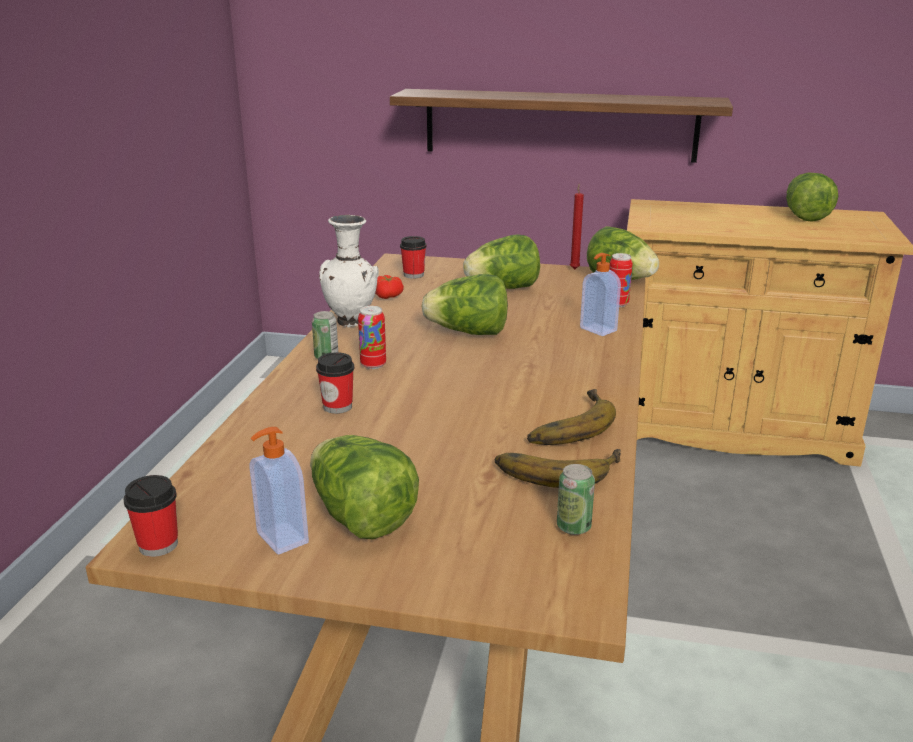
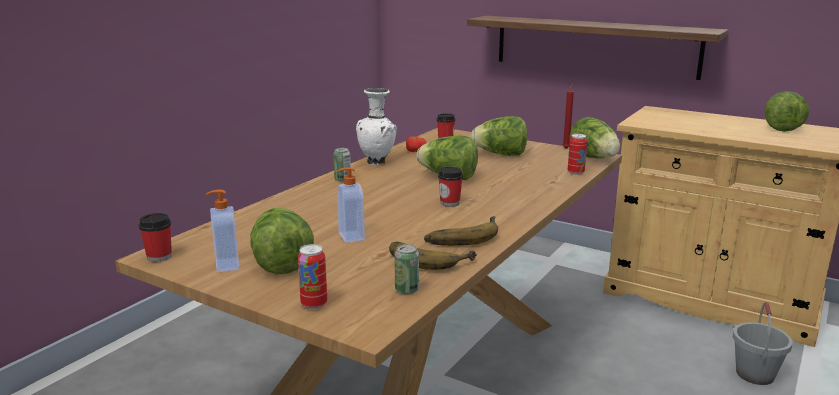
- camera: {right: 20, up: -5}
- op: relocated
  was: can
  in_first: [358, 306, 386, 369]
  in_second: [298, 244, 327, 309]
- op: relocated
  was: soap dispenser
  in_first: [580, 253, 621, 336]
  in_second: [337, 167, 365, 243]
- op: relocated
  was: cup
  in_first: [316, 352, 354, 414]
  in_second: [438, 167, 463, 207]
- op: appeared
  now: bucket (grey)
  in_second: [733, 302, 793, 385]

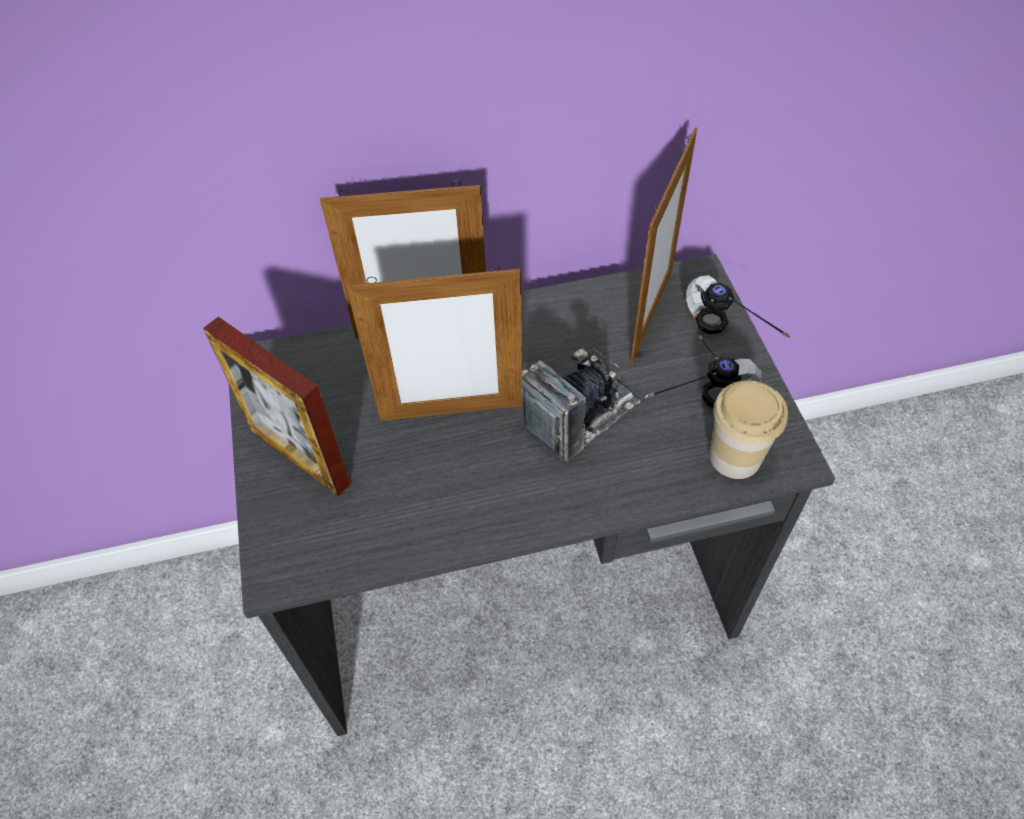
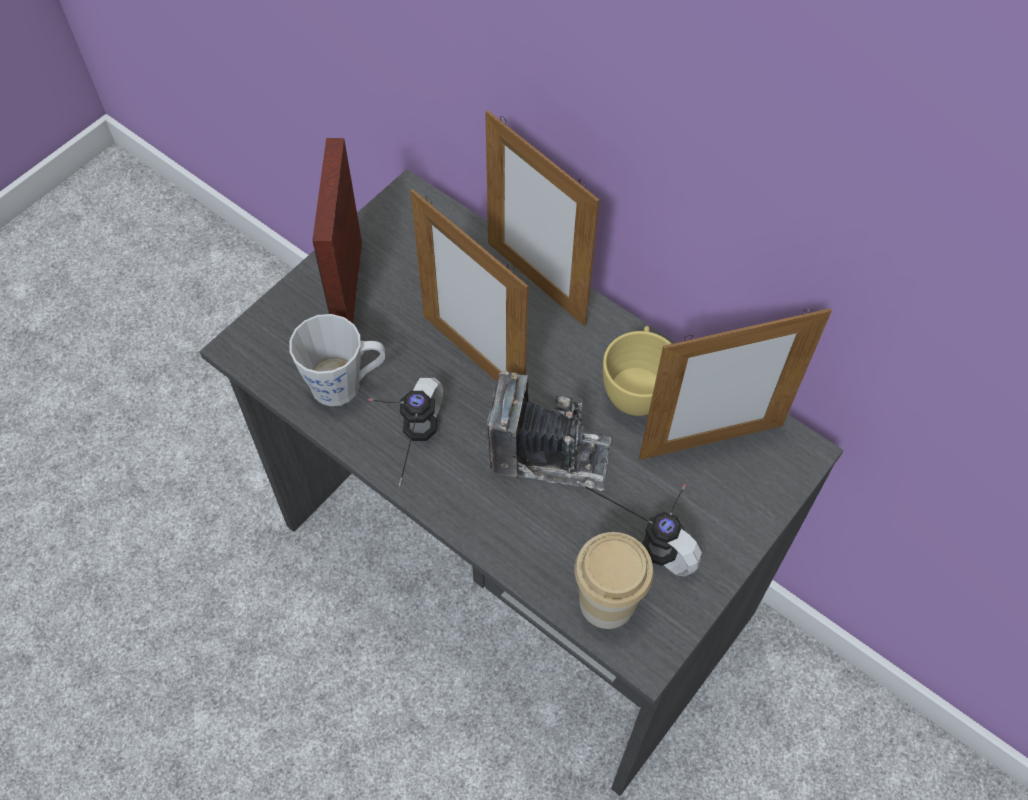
- camera: {right: 50, up: 5}
- op: appeared
  now: mug (grey)
  in_second: [289, 314, 385, 406]
- op: relocated
  was: headphones
  in_first: [686, 275, 791, 338]
  in_second: [368, 377, 443, 488]
- op: appeared
  now: cup (yellow)
  in_second: [603, 326, 671, 416]

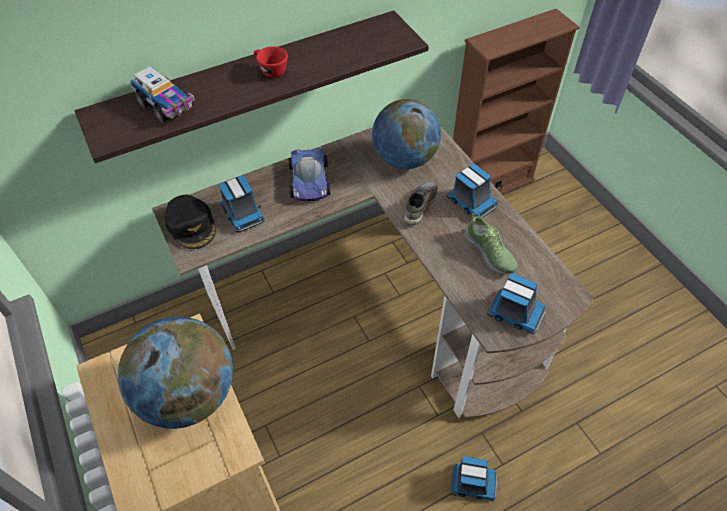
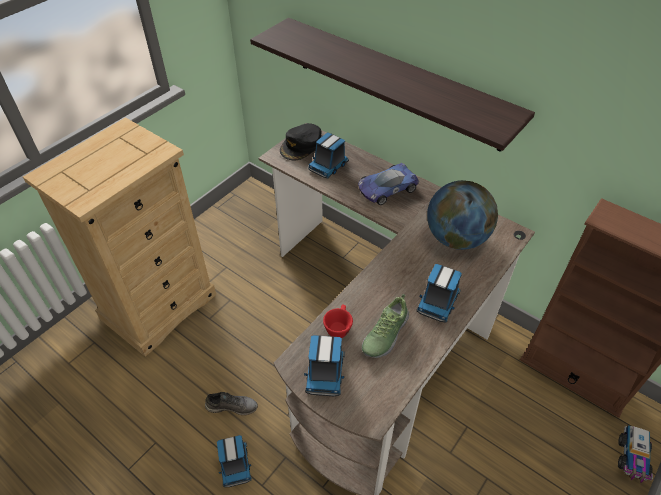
- camera: {right: 65, up: -5}
- op: relocated
  was: shoe (grey)
  in_first: [404, 181, 438, 225]
  in_second: [205, 392, 258, 415]
- op: relocated
  was: cup (red)
  in_first: [254, 46, 288, 78]
  in_second: [323, 305, 353, 338]
- op: relocated
  was: toy truck
  in_first: [131, 66, 195, 123]
  in_second: [618, 425, 653, 484]
- op: missing
  was: globe
  in_first: [118, 316, 233, 429]

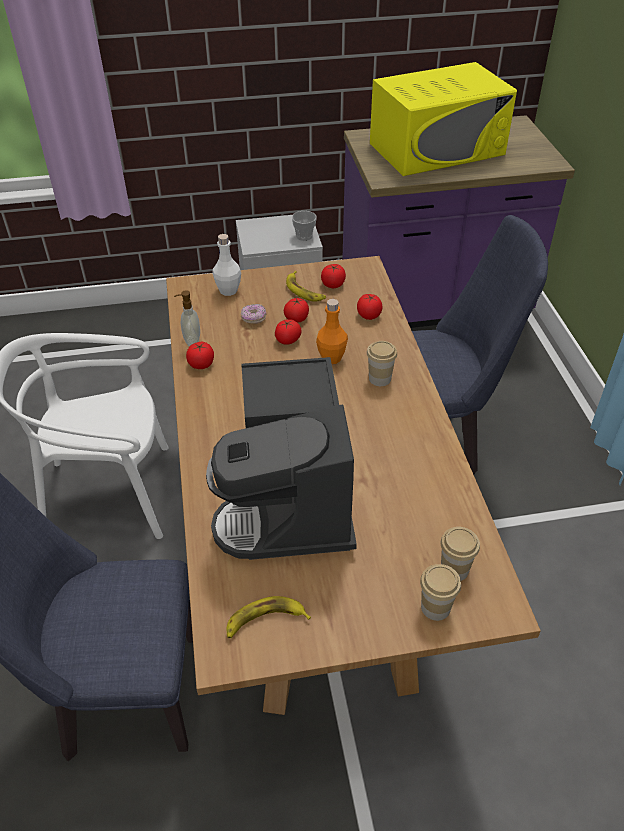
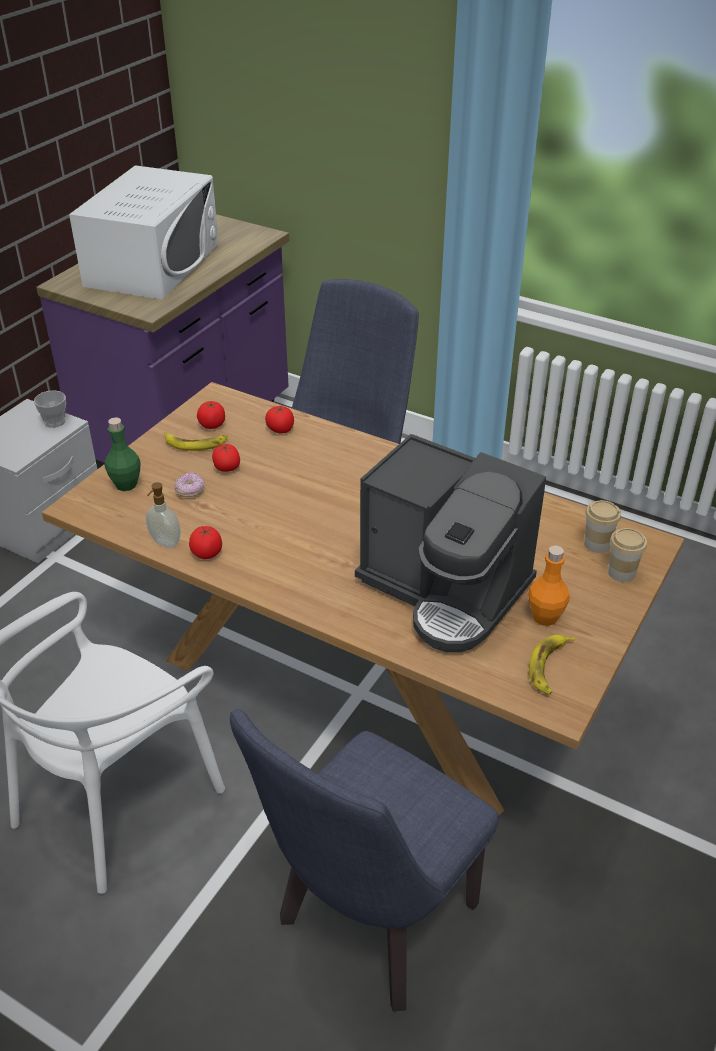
- camera: {right: -50, up: -5}
- op: colour
  was: microwave (yellow)
  now: microwave (white)
  in_first: [370, 62, 517, 176]
  in_second: [69, 165, 219, 300]
- op: colour
  was: bottle (white)
  now: bottle (green)
  in_first: [212, 234, 241, 296]
  in_second: [104, 417, 141, 491]
- op: relocated
  was: bottle (orange)
  in_first: [316, 299, 348, 364]
  in_second: [528, 545, 570, 626]
- op: missing
  was: tomato
  in_first: [275, 319, 301, 345]
- op: missing
  was: cup
  in_first: [367, 341, 397, 386]

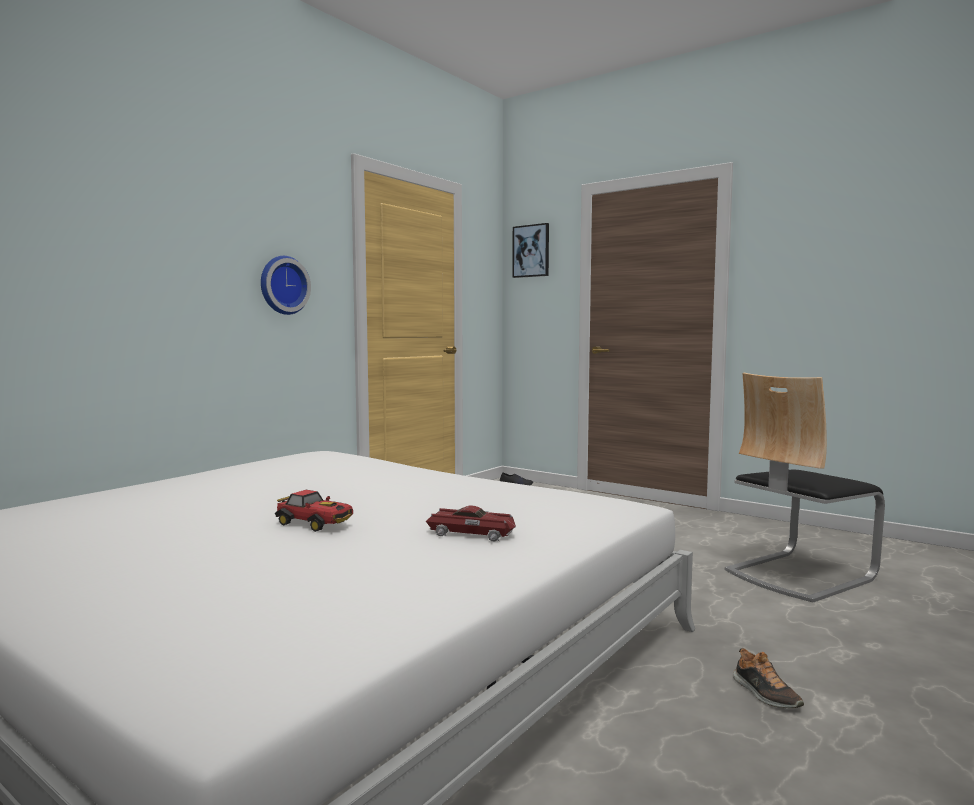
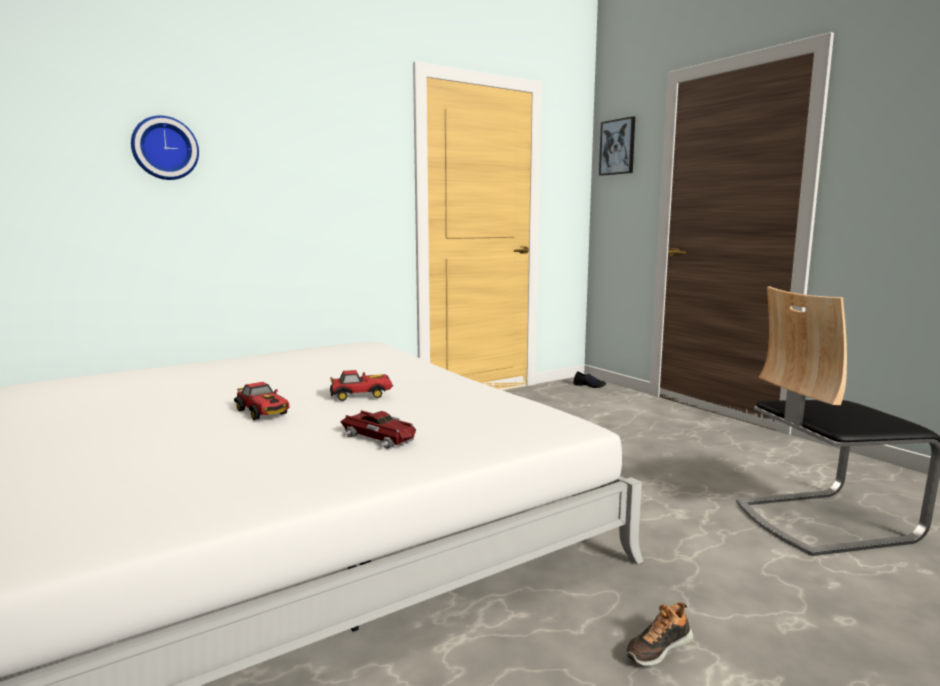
- camera: {right: 20, up: 5}
- op: relocated
  was: wall clock
  in_first: [261, 256, 311, 315]
  in_second: [131, 115, 199, 180]
- op: appeared
  now: toy car
  in_second: [330, 370, 393, 401]
- op: spun
  was: shoe
  in_first: [733, 648, 804, 708]
  in_second: [626, 602, 693, 666]
  clockwise: 60

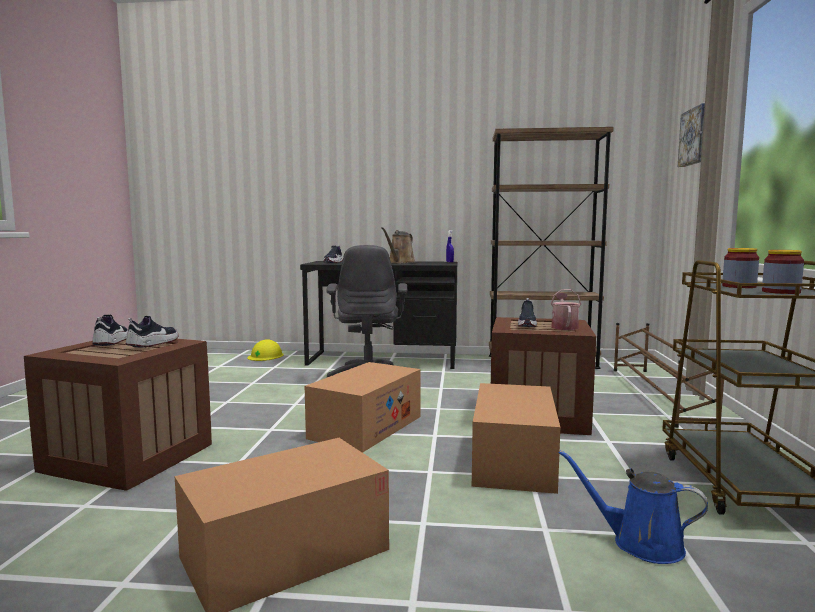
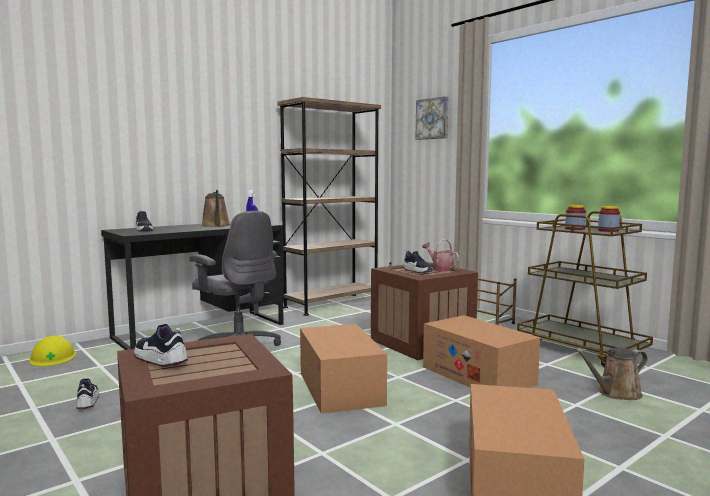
- camera: {right: -45, up: 0}
- op: relocated
  was: shoe
  in_first: [125, 316, 179, 348]
  in_second: [76, 378, 99, 409]
- op: colour
  was: watering can (blue)
  now: watering can (brown)
  in_first: [559, 450, 708, 564]
  in_second: [575, 347, 648, 400]

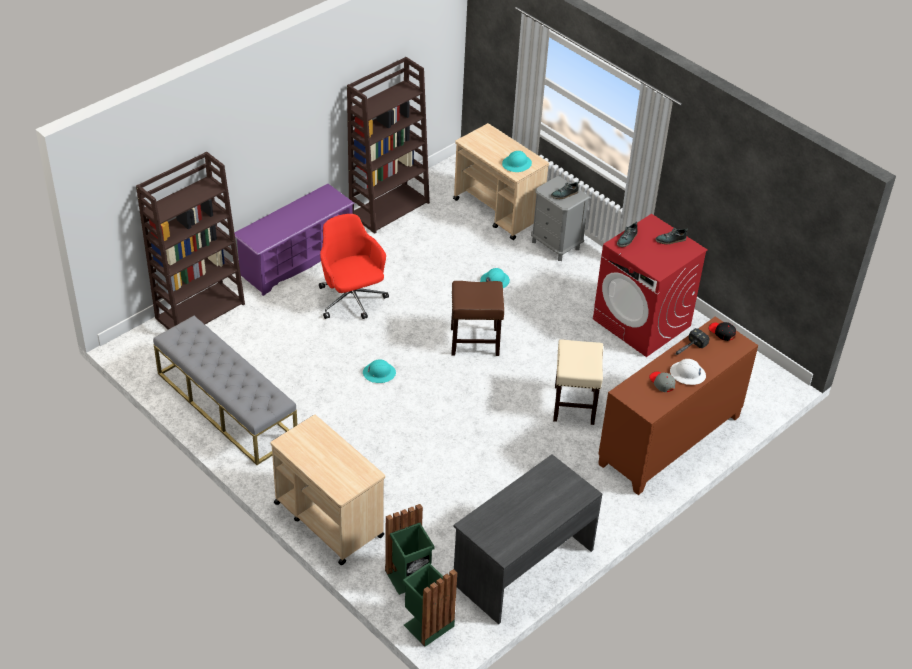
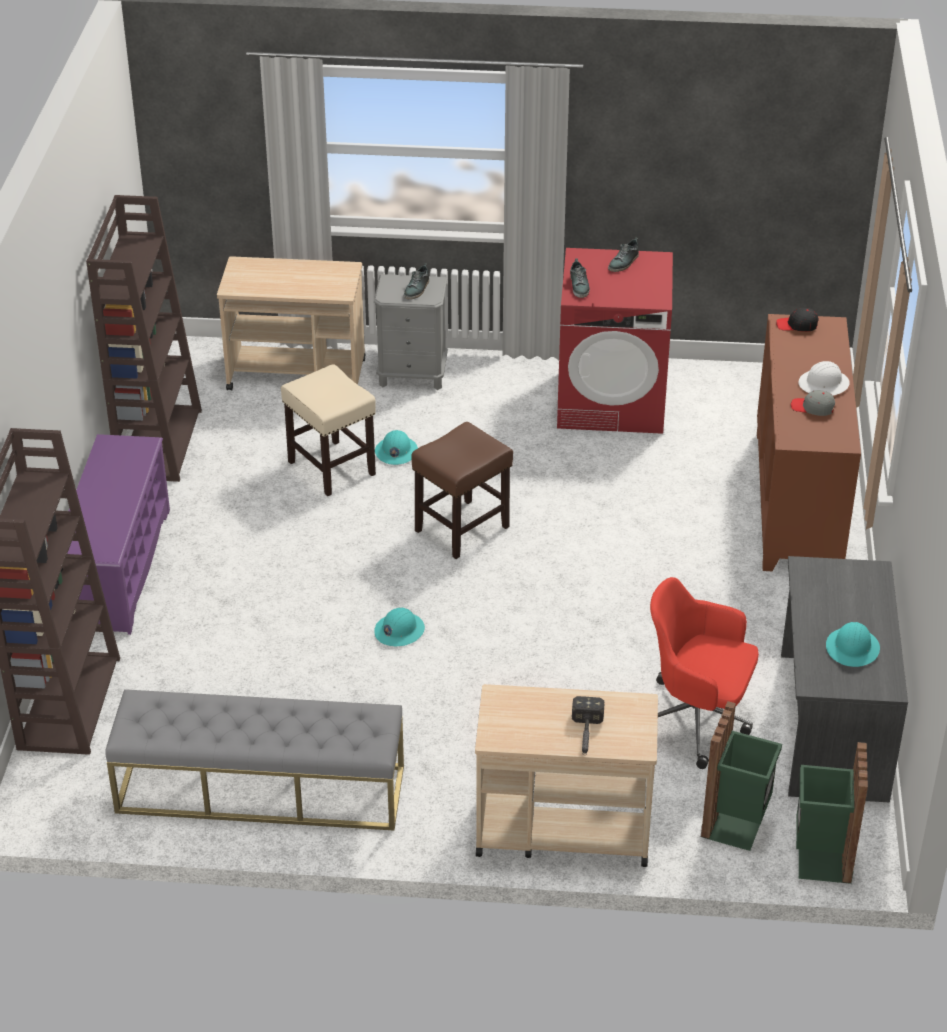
- camera: {right: -40, up: -5}
- op: relocated
  was: stool (beige)
  in_first: [553, 340, 603, 425]
  in_second: [281, 364, 376, 496]
- op: relocated
  was: hammer
  in_first: [675, 328, 710, 355]
  in_second: [572, 696, 605, 755]
- op: relocated
  was: office chair (red)
  in_first: [319, 214, 389, 319]
  in_second: [650, 577, 759, 769]
- op: relocated
  was: hard hat (turquoise)
  in_first: [502, 151, 532, 172]
  in_second: [826, 622, 880, 667]

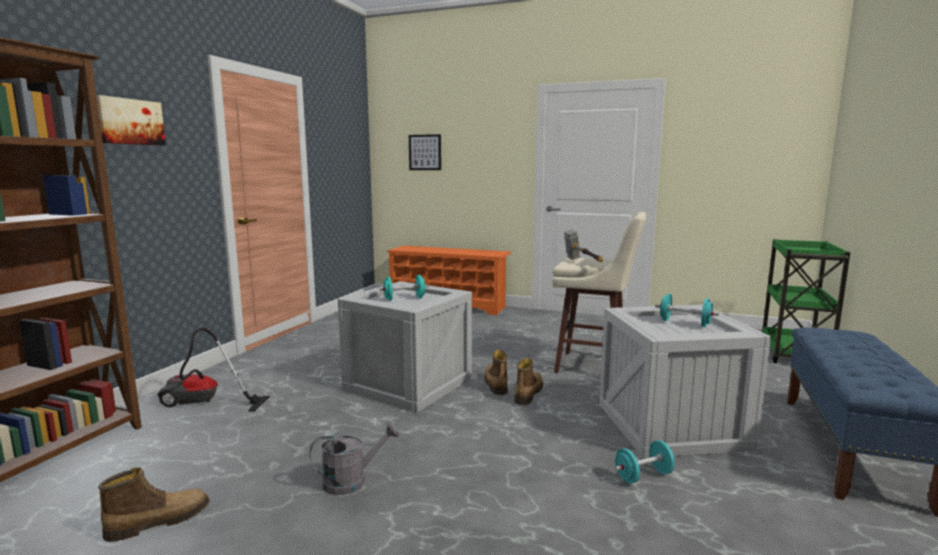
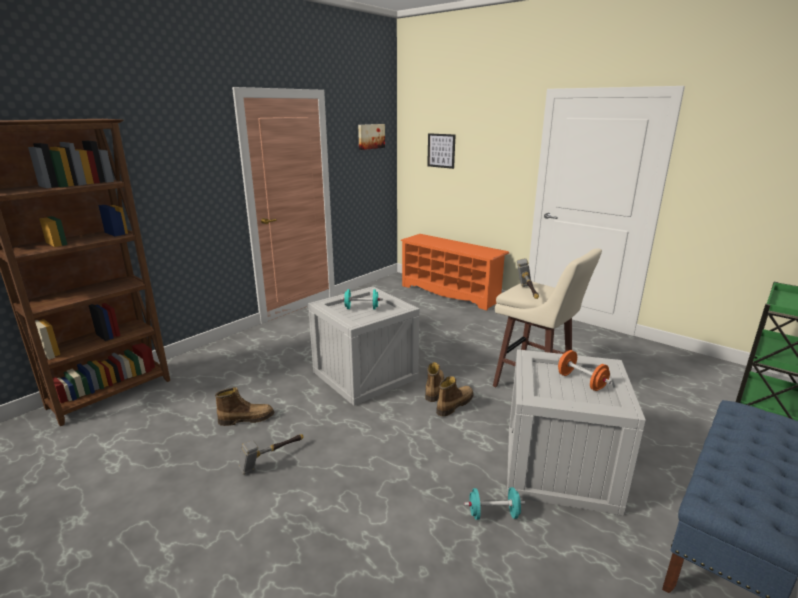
- camera: {right: 20, up: 10}
- op: relocated
  was: boot
  in_first: [98, 467, 210, 542]
  in_second: [215, 387, 274, 426]
- op: exchanged
  was: watering can (grey)
  now: hammer
  in_first: [309, 422, 400, 495]
  in_second: [238, 434, 304, 475]
- op: relocated
  was: picture
  in_first: [96, 95, 166, 145]
  in_second: [358, 124, 385, 150]
- op: colour
  was: dumbbell (turquoise)
  now: dumbbell (orange)
  in_first: [655, 294, 719, 327]
  in_second: [558, 350, 611, 391]
- op: missing
  was: vacuum cleaner
  in_first: [157, 327, 270, 412]

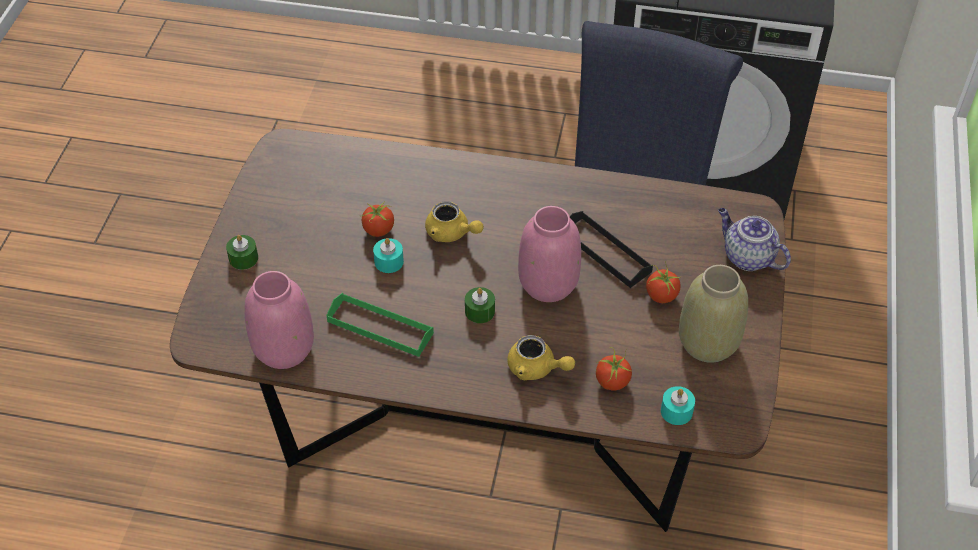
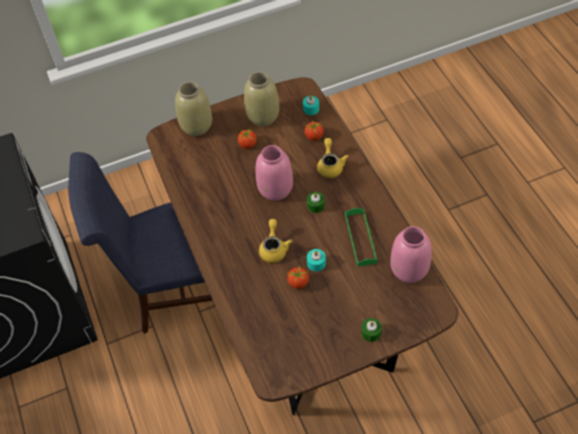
- camera: {right: -120, up: 5}
- op: exchanged
  was: teapot
  now: vase (beige)
  in_first: [718, 208, 791, 271]
  in_second: [175, 82, 212, 136]
- op: missing
  was: tray (black)
  in_first: [570, 211, 653, 288]

